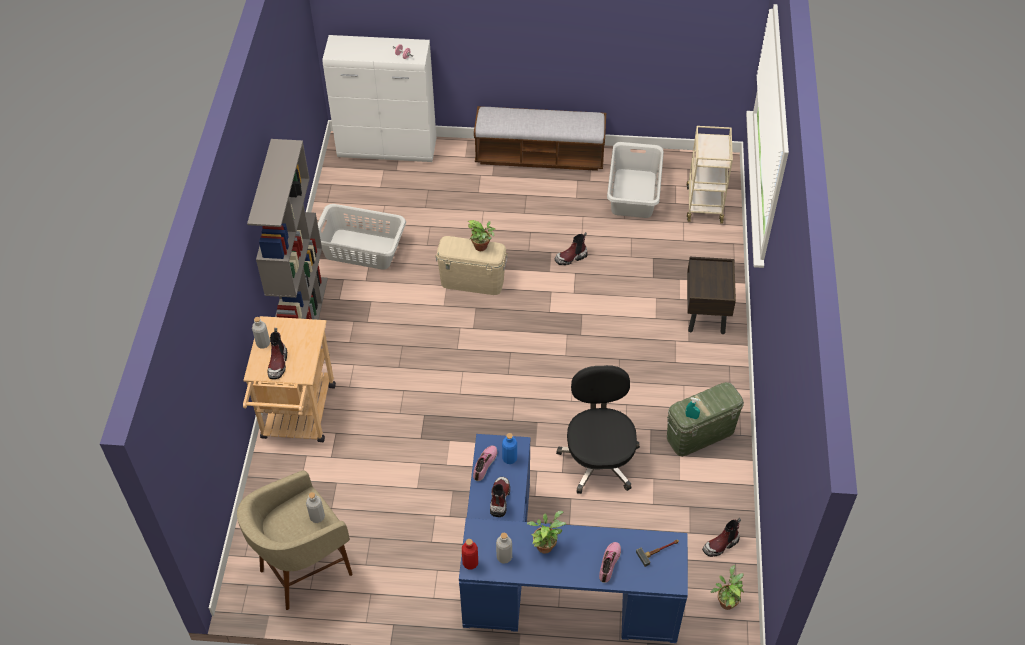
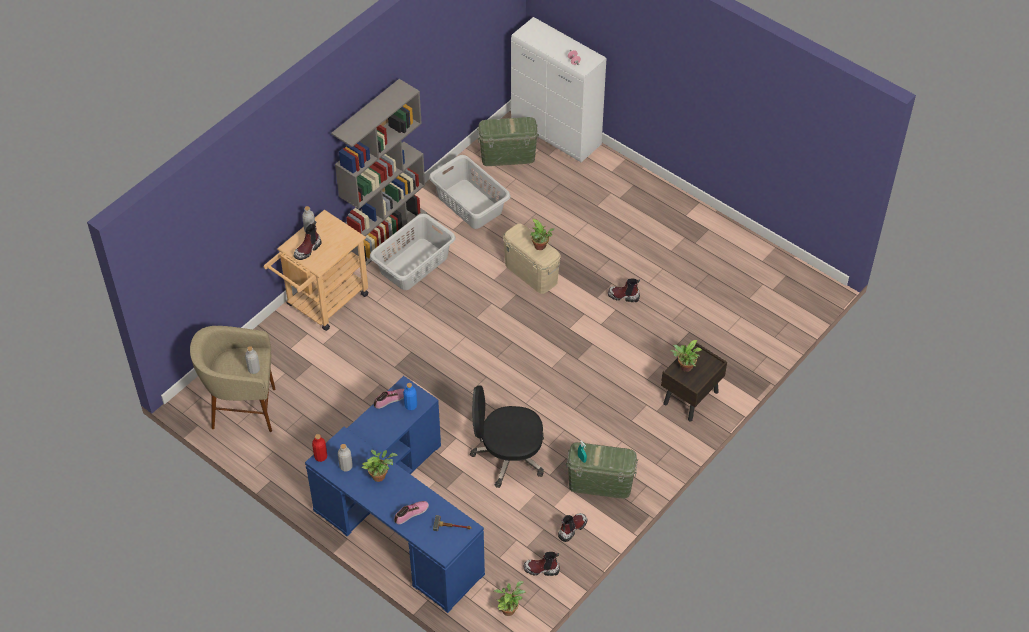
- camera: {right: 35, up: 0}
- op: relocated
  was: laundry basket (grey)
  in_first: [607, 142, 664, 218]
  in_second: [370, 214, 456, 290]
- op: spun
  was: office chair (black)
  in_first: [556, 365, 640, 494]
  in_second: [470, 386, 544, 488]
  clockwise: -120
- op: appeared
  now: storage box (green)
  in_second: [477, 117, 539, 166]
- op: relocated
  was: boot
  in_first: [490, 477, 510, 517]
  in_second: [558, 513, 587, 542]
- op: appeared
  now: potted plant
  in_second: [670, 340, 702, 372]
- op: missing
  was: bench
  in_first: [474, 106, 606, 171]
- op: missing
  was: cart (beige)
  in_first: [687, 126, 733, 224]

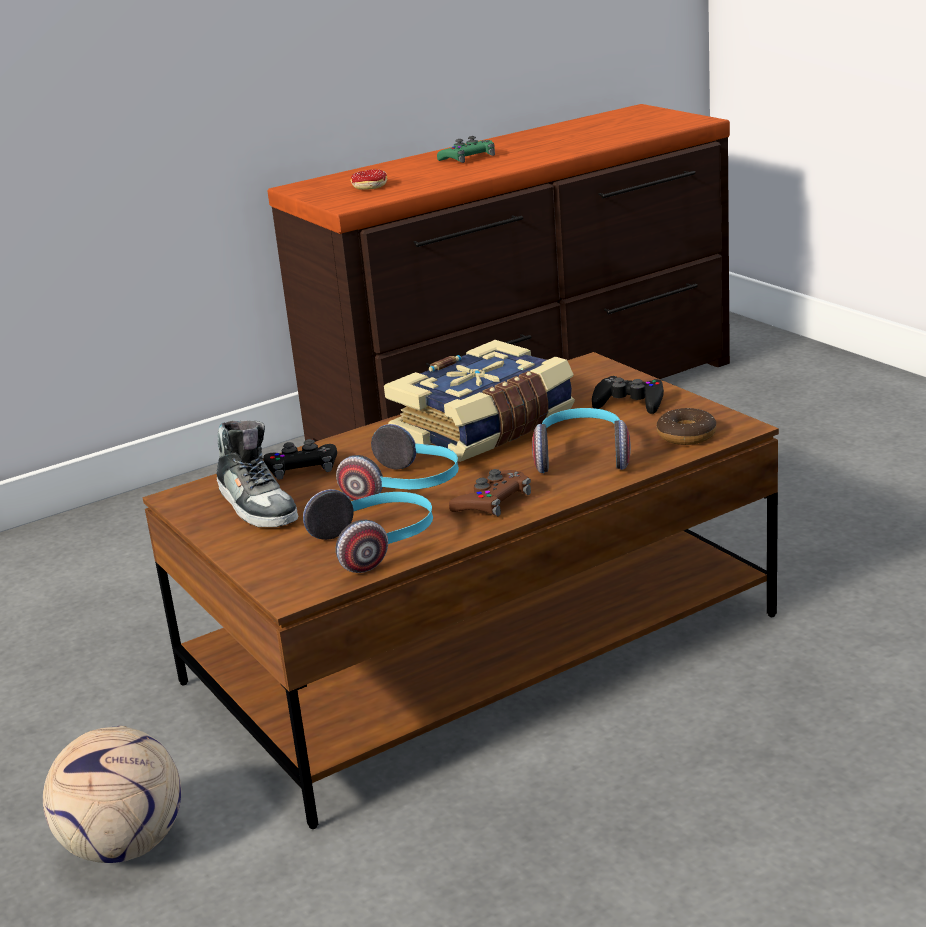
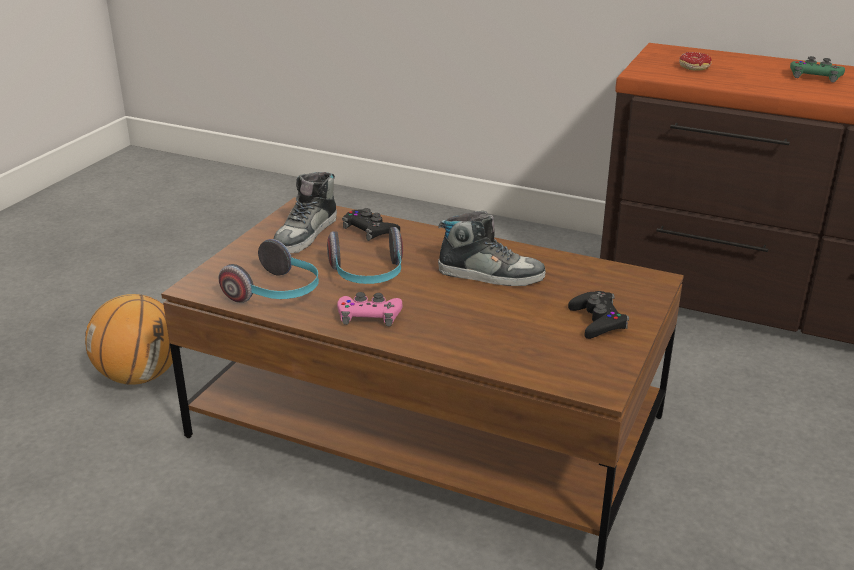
- camera: {right: 55, up: 5}
- op: exchanged
  was: football
  now: basketball
  in_first: [43, 726, 181, 863]
  in_second: [85, 294, 173, 385]
- op: colour
  was: game controller (brown)
  now: game controller (pink)
  in_first: [449, 469, 531, 516]
  in_second: [337, 292, 402, 326]
- op: exchanged
  was: book
  now: shoe
  in_first: [384, 340, 575, 462]
  in_second: [438, 211, 546, 286]
- op: missing
  was: headphones
  in_first: [532, 408, 631, 473]
- op: missing
  was: donut
  in_first: [657, 408, 717, 445]

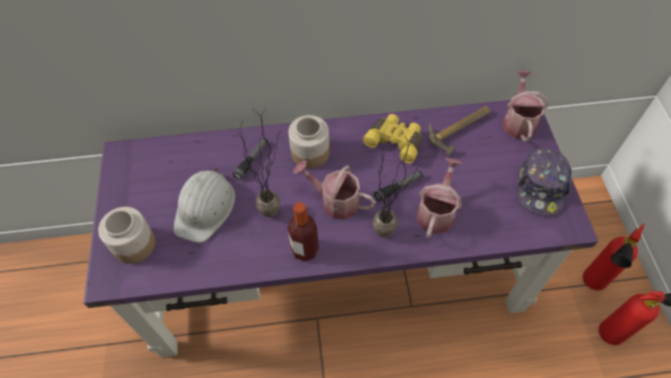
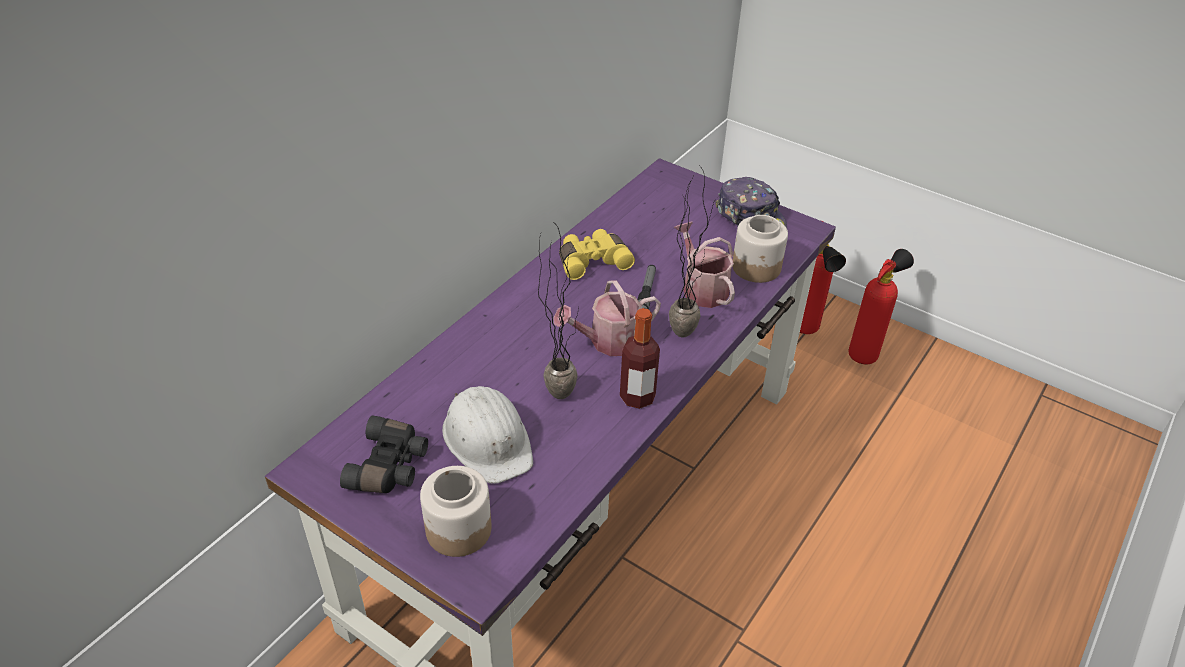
- camera: {right: -50, up: -15}
- op: appeared
  now: binoculars (black)
  in_second: [340, 415, 428, 493]
- op: relocated
  was: jar
  in_first: [288, 115, 330, 169]
  in_second: [732, 215, 788, 283]
- op: missing
  was: flashlight
  in_first: [232, 138, 268, 180]
- op: missing
  was: hammer
  in_first: [429, 106, 491, 156]
- op: missing
  was: watering can
  in_first: [502, 71, 547, 142]

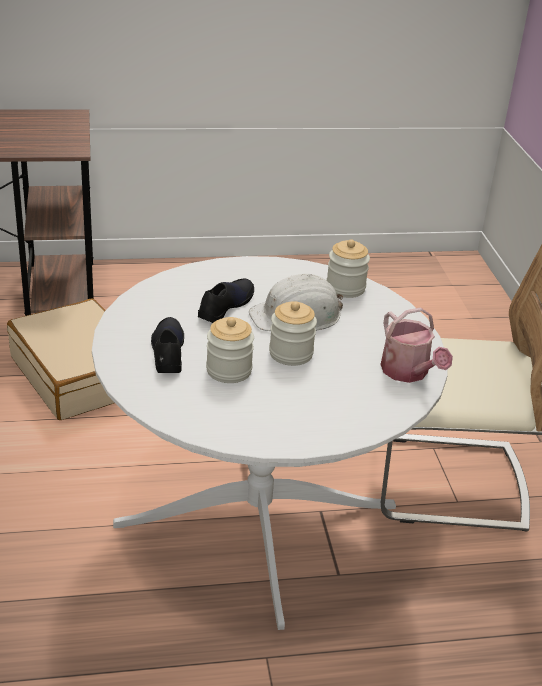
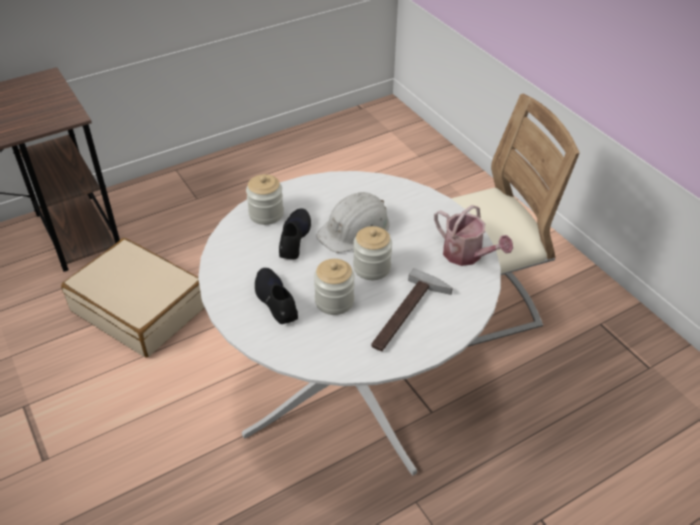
- camera: {right: -20, up: 10}
- op: relocated
  was: jar
  in_first: [326, 239, 370, 298]
  in_second: [246, 174, 284, 225]
- op: appeared
  now: hammer
  in_second: [371, 268, 453, 351]

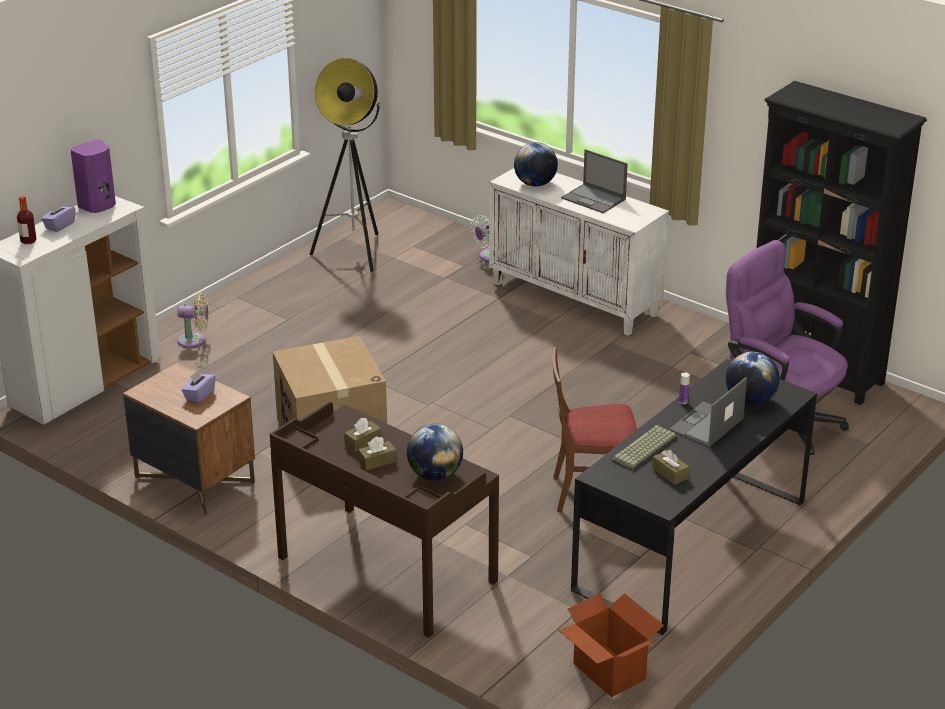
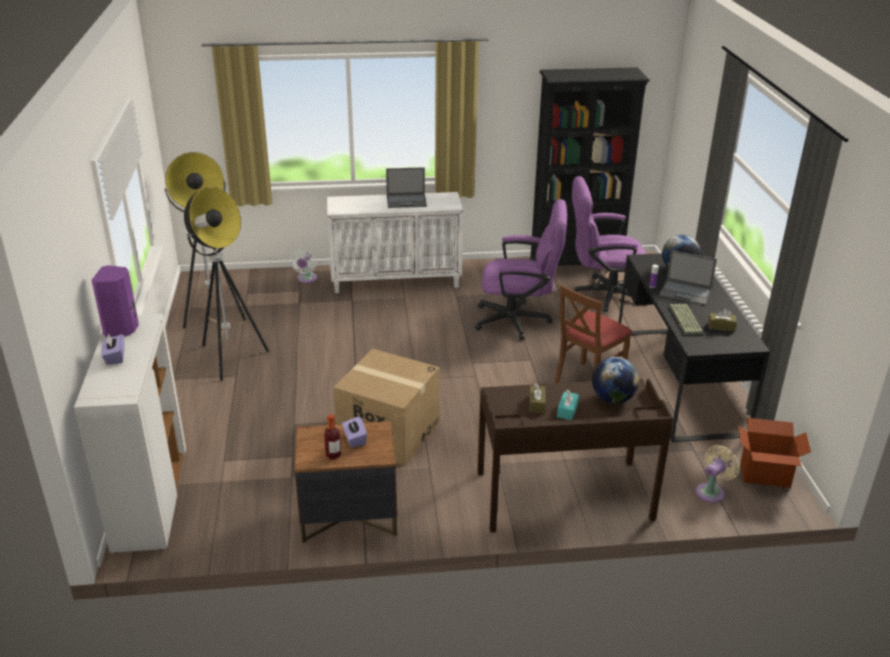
- camera: {right: -45, up: 0}
- op: appeared
  now: floor lamp
  in_second: [184, 187, 269, 381]
- op: relocated
  was: bottle
  in_first: [17, 196, 37, 244]
  in_second: [324, 415, 341, 459]
- op: appeared
  now: office chair (purple)
  in_second: [475, 199, 567, 340]
- op: colour
  was: tissue box (brown)
  now: tissue box (turquoise)
  in_first: [358, 436, 397, 470]
  in_second: [557, 390, 579, 420]
- op: spun
  was: laptop
  in_first: [669, 377, 747, 447]
  in_second: [659, 250, 717, 305]
  clockwise: -60
- op: relocated
  was: fan (beige)
  in_first: [177, 293, 209, 348]
  in_second: [696, 445, 740, 503]
- op: missing
  was: globe
  in_first: [514, 142, 558, 186]

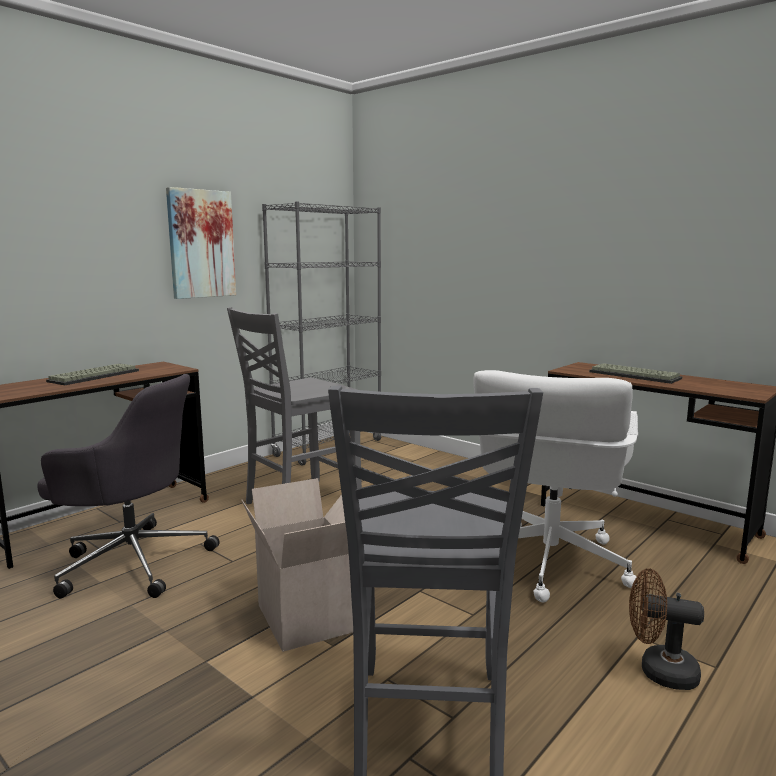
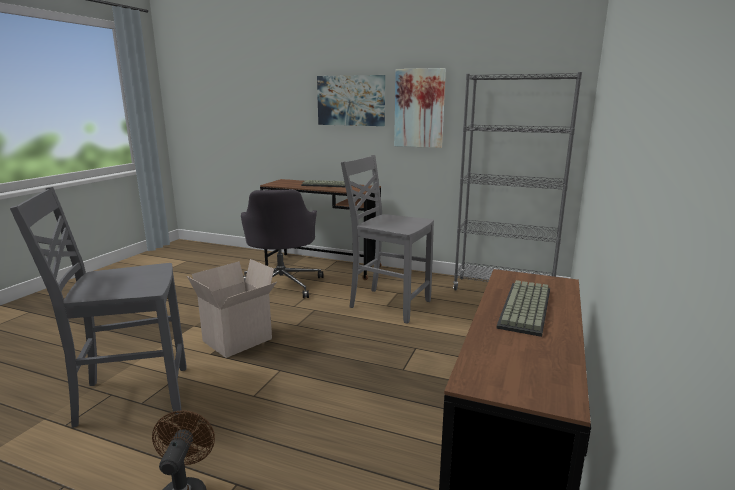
- camera: {right: 70, up: 5}
- op: appeared
  now: picture
  in_second: [317, 75, 385, 126]
- op: missing
  was: office chair (white)
  in_first: [473, 370, 638, 602]

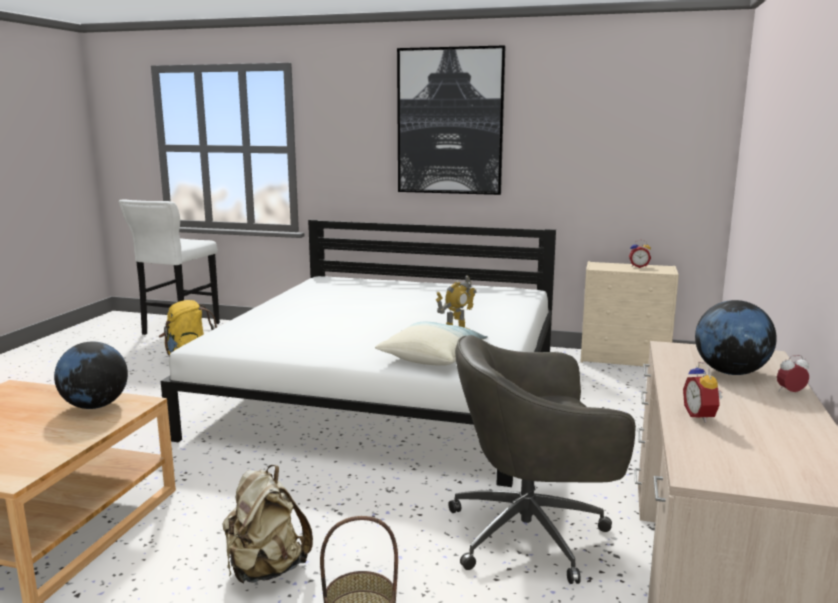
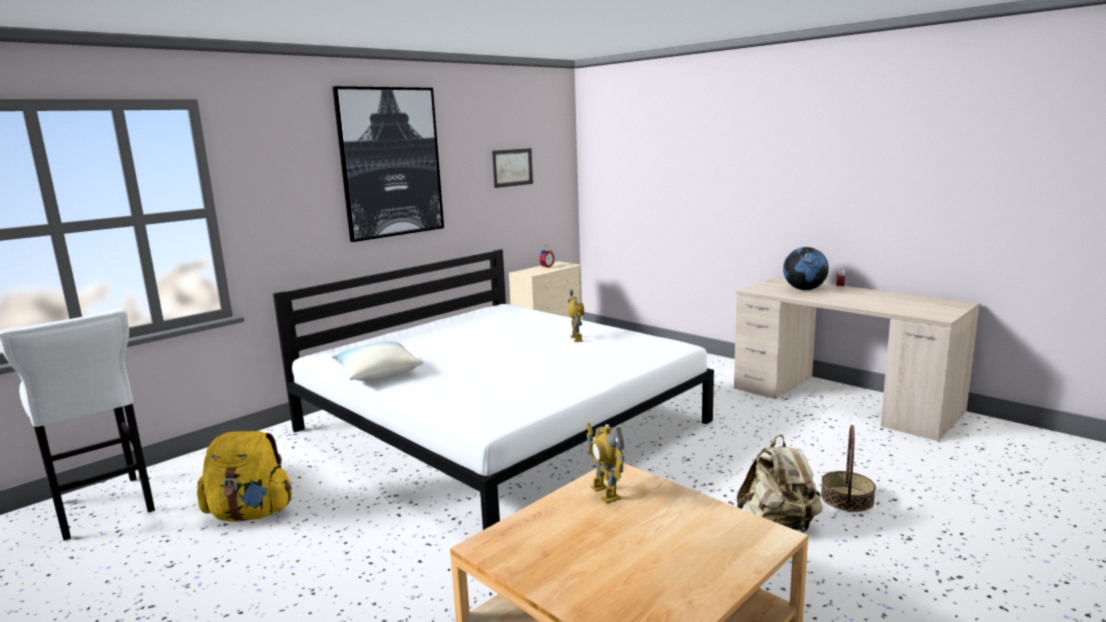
- camera: {right: -60, up: 0}
- op: relocated
  was: pillow
  in_first: [375, 322, 488, 366]
  in_second: [331, 342, 424, 381]
- op: appeared
  now: picture
  in_second: [492, 148, 533, 188]
- op: exchanged
  was: globe
  now: toy robot
  in_first: [54, 342, 128, 409]
  in_second: [586, 423, 625, 504]
- op: missing
  was: office chair (grey)
  in_first: [448, 335, 636, 584]
- op: missing
  was: alarm clock
  in_first: [683, 362, 723, 423]

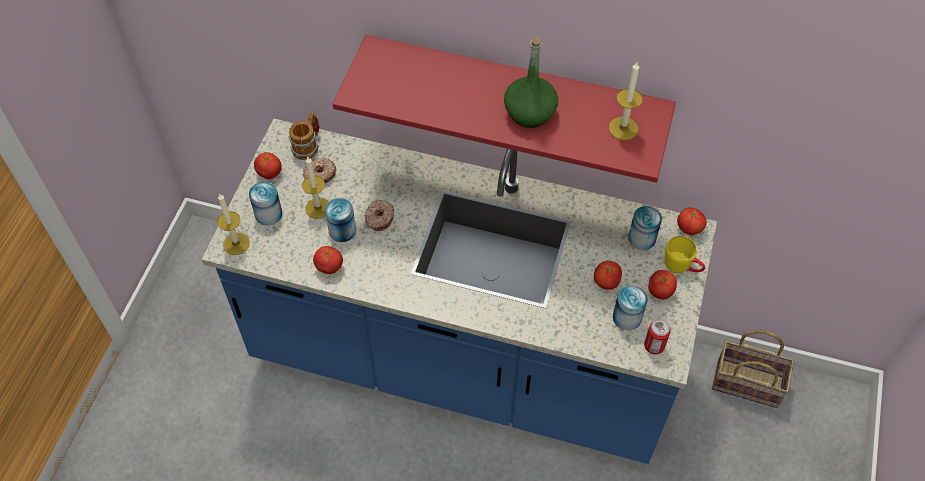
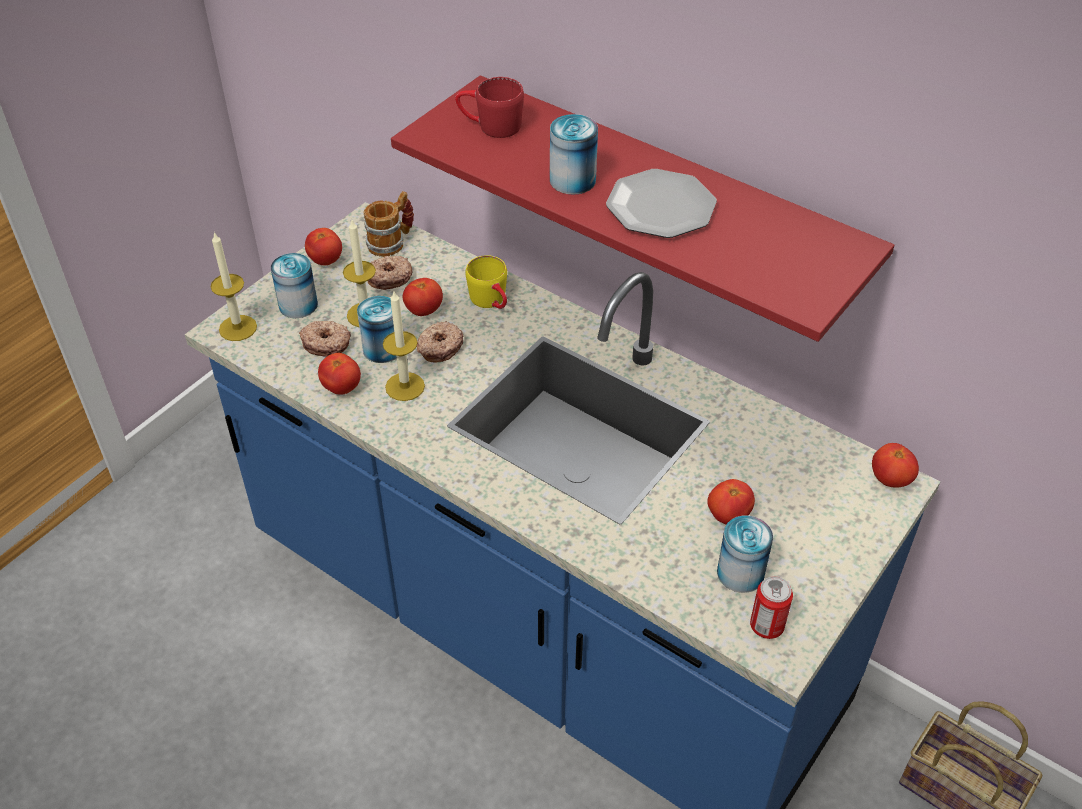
- camera: {right: 20, up: -10}
- op: appeared
  now: donut
  in_second: [299, 321, 351, 357]
- op: relocated
  was: candle
  in_first: [609, 62, 643, 140]
  in_second: [383, 291, 425, 401]
- op: relocated
  was: tomato
  in_first: [648, 270, 677, 299]
  in_second: [402, 278, 443, 316]
- op: appeared
  now: mug (red)
  in_second: [455, 77, 524, 138]
- op: relocated
  was: mug (yellow)
  in_first: [664, 236, 706, 273]
  in_second: [465, 255, 507, 309]
- op: relocated
  was: can
  in_first: [628, 206, 662, 250]
  in_second: [550, 114, 598, 195]
- op: exchanged
  was: bottle (green)
  now: plate
  in_first: [504, 36, 558, 128]
  in_second: [606, 169, 717, 238]

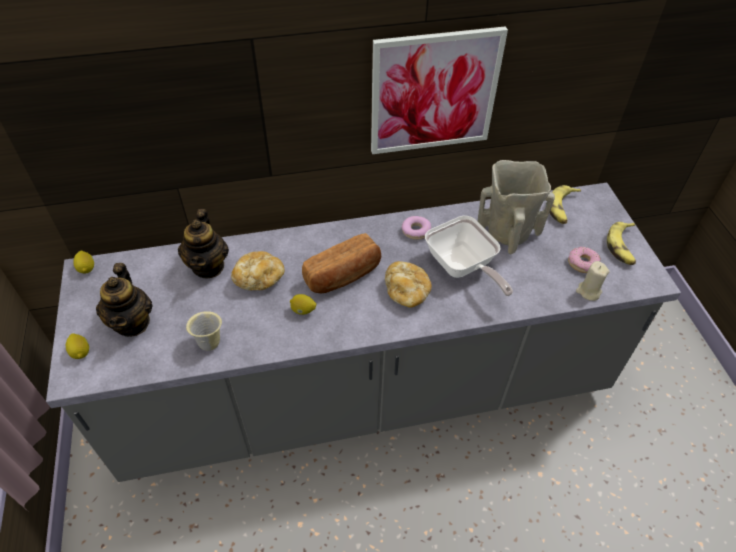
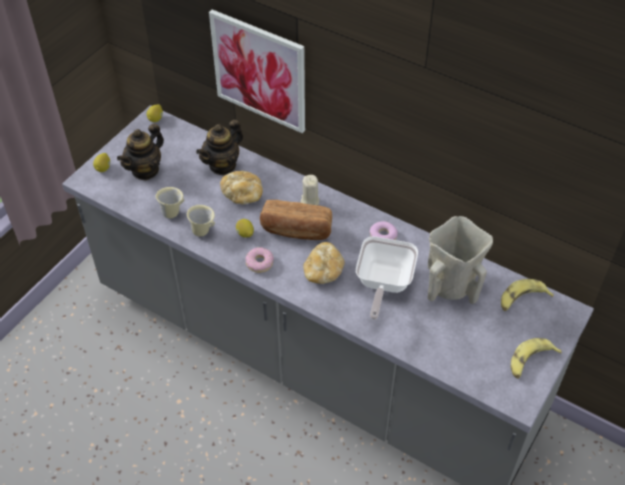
- camera: {right: 45, up: 0}
- op: appeared
  now: mug (beige)
  in_second: [187, 205, 215, 237]
- op: relocated
  was: picture
  in_first: [371, 26, 508, 154]
  in_second: [209, 10, 305, 133]
- op: relocated
  was: donut
  in_first: [568, 246, 601, 273]
  in_second: [246, 247, 274, 273]
- op: relocated
  was: candle (beige)
  in_first: [576, 261, 610, 301]
  in_second: [300, 175, 320, 205]

